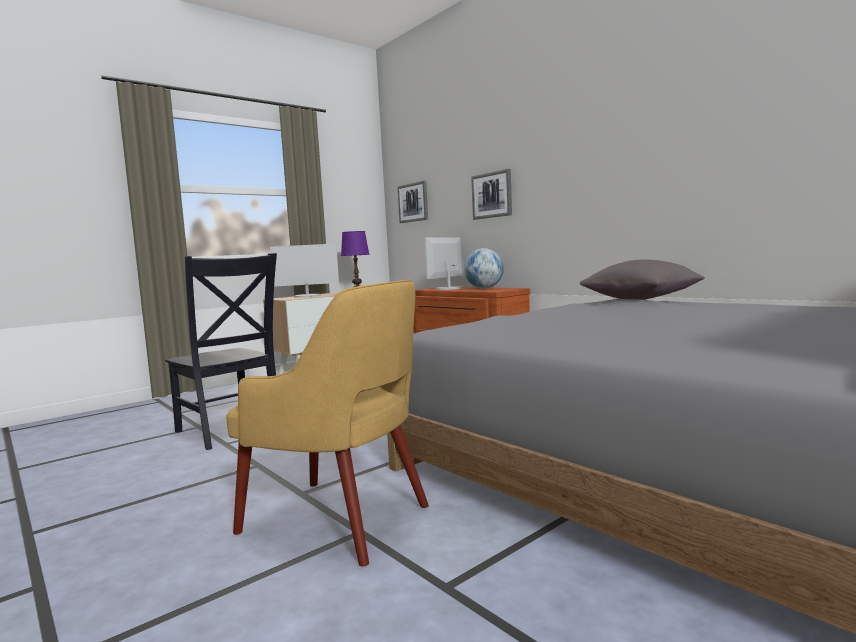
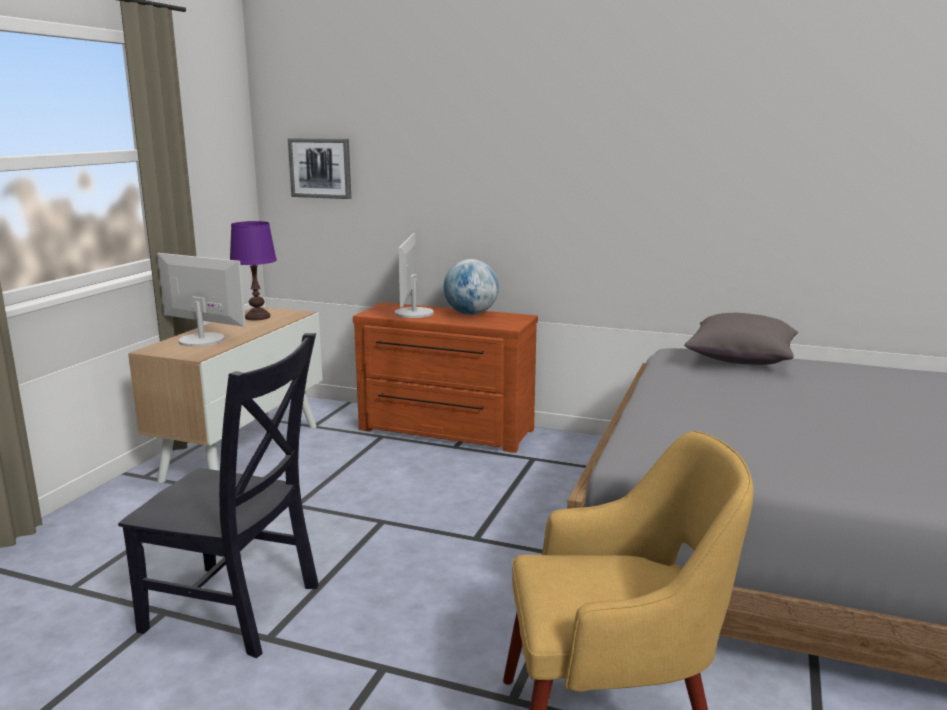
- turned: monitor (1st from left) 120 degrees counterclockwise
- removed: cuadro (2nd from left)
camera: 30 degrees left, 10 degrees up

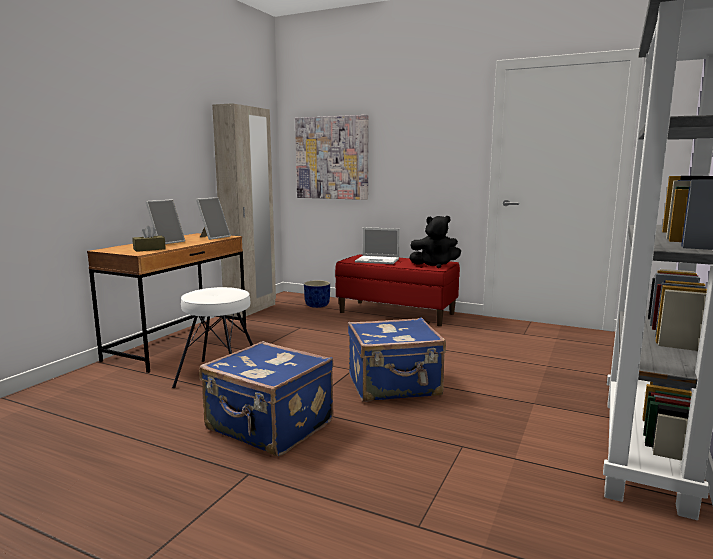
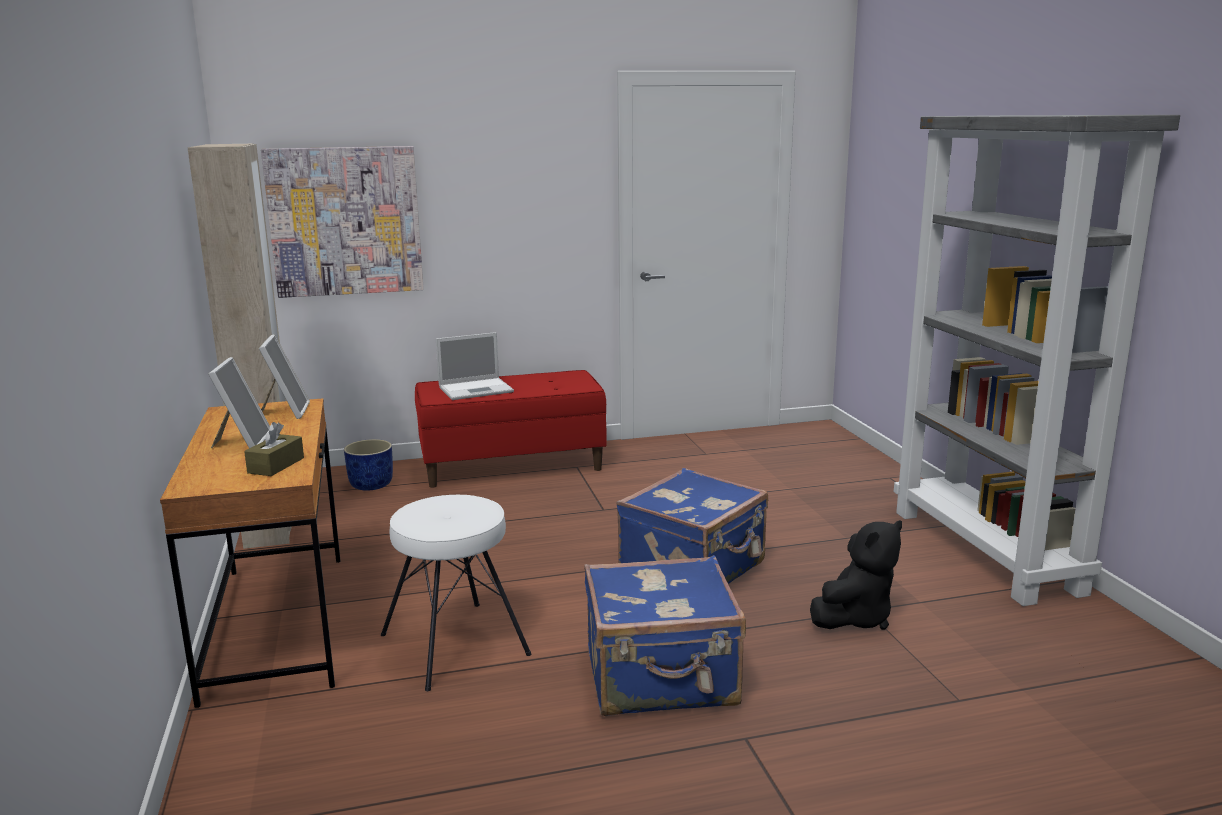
- moved: peluche [negro]
camera: 40 degrees left, 5 degrees up

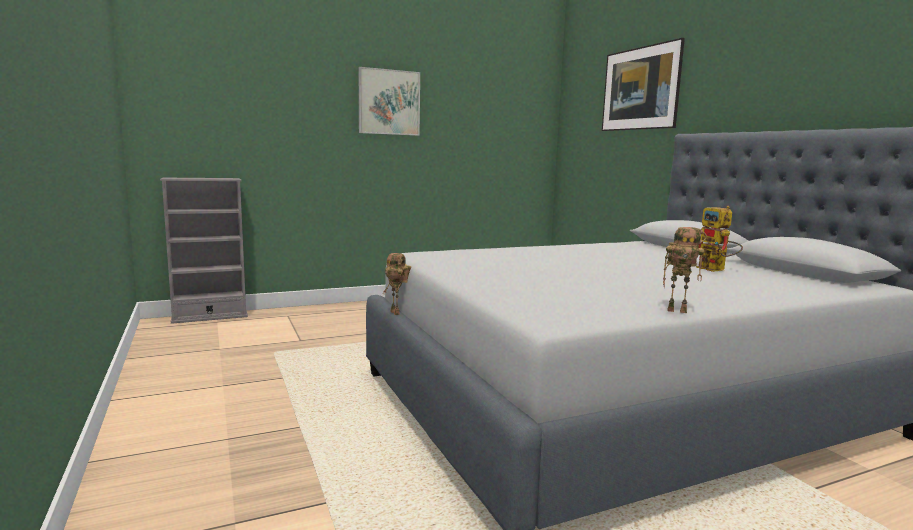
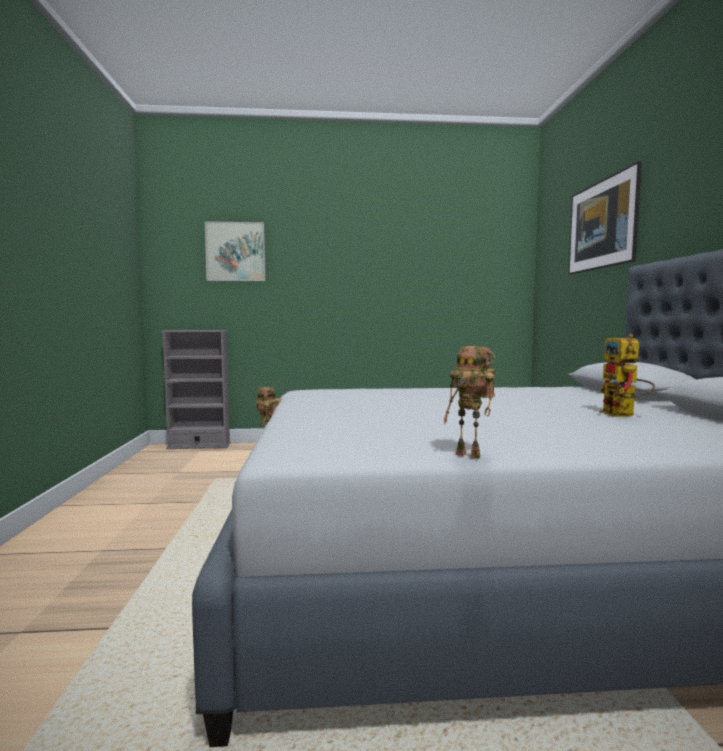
- moved: cuadro (1st from left)
camera: 20 degrees right, 5 degrees down

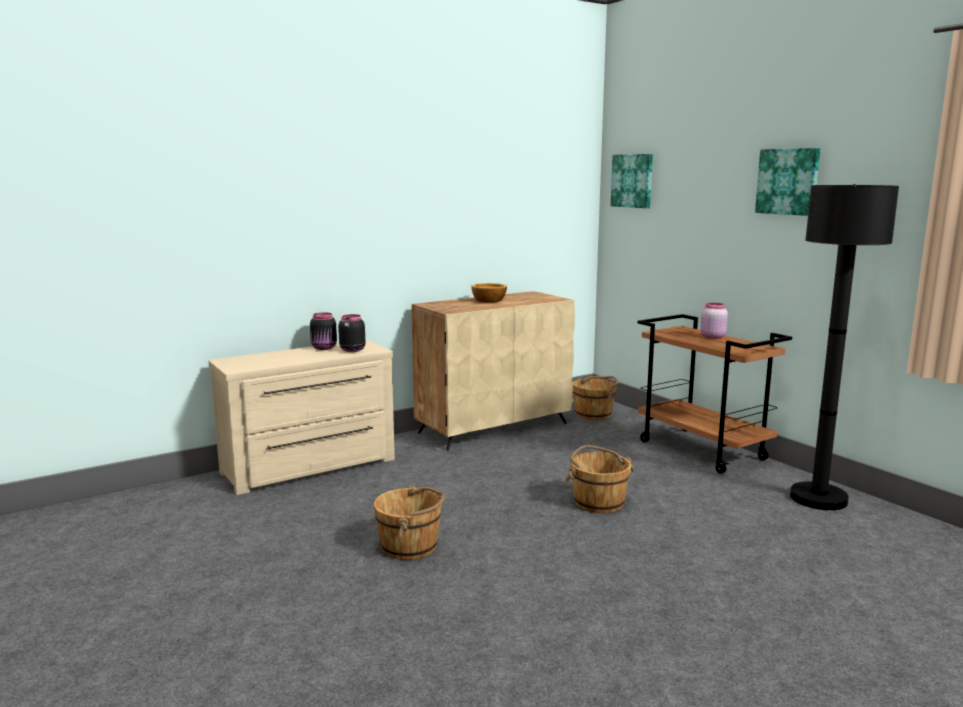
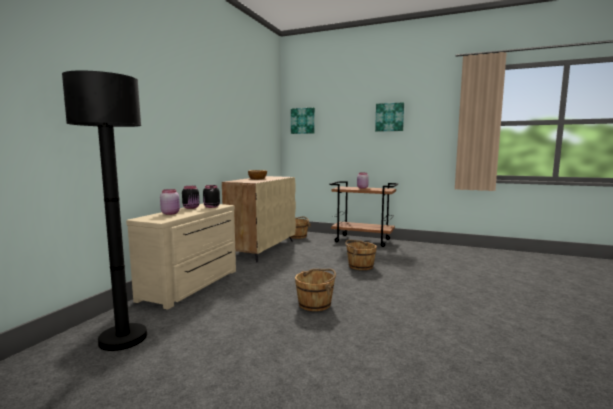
- moved: lámpara de pie [negro]
- added: tarro [rosa] (1st from left)
camera: 35 degrees left, 5 degrees down

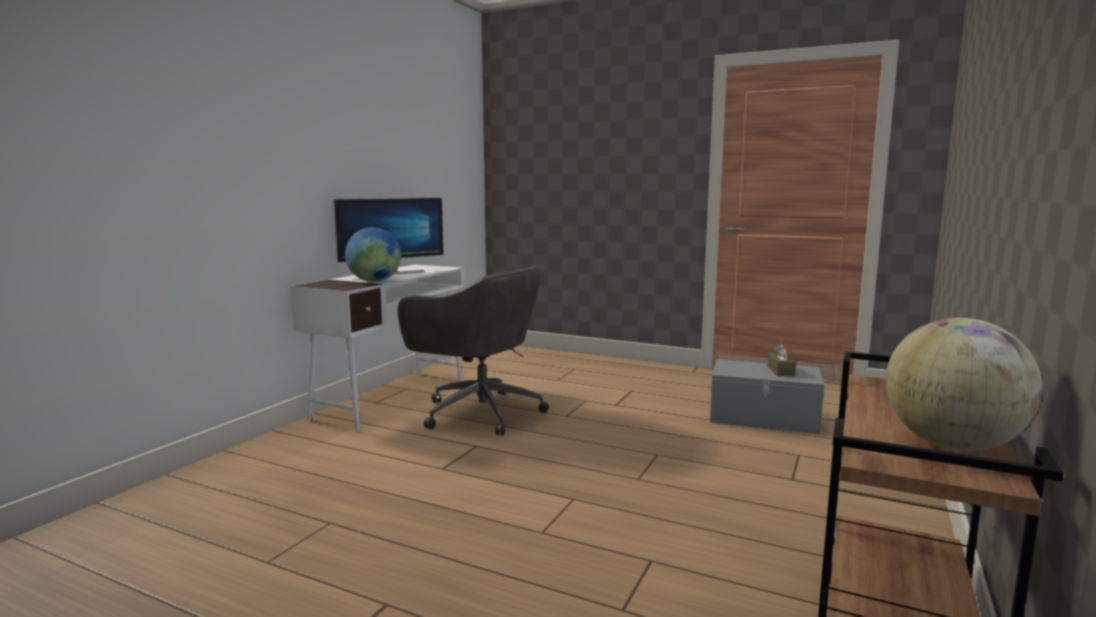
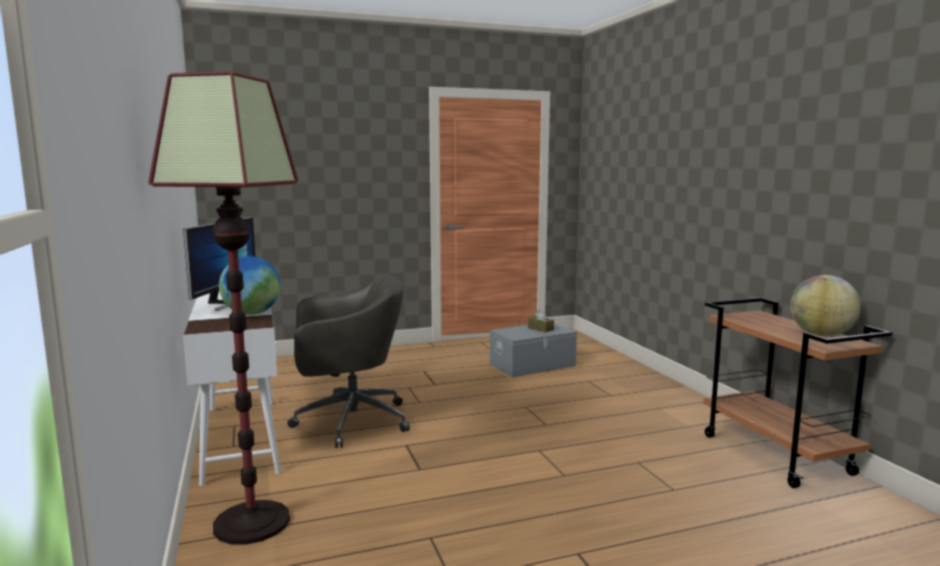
- added: lámpara de pie
camera: 45 degrees left, 0 degrees up

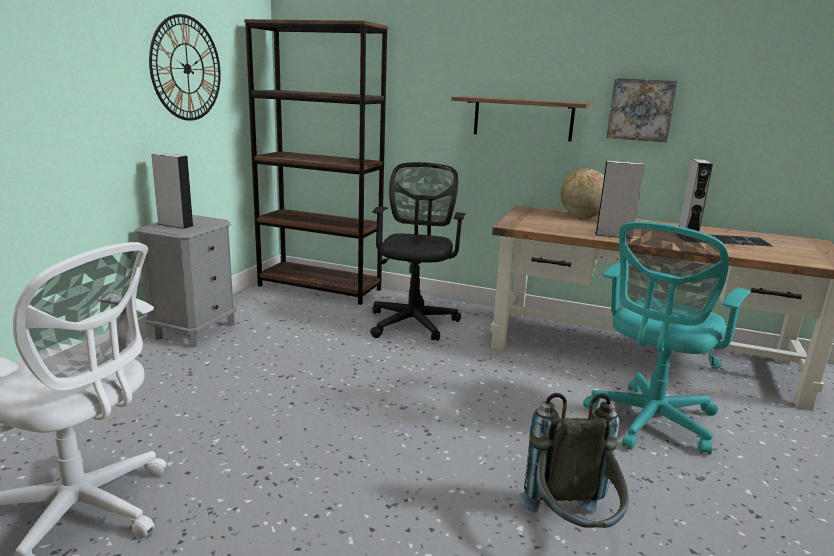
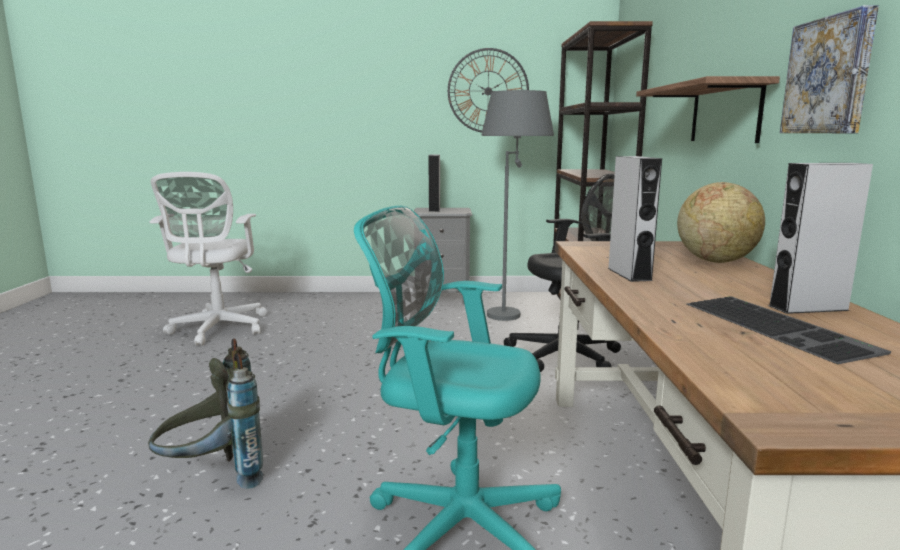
- added: lámpara de pie [gris]
camera: 70 degrees right, 5 degrees down

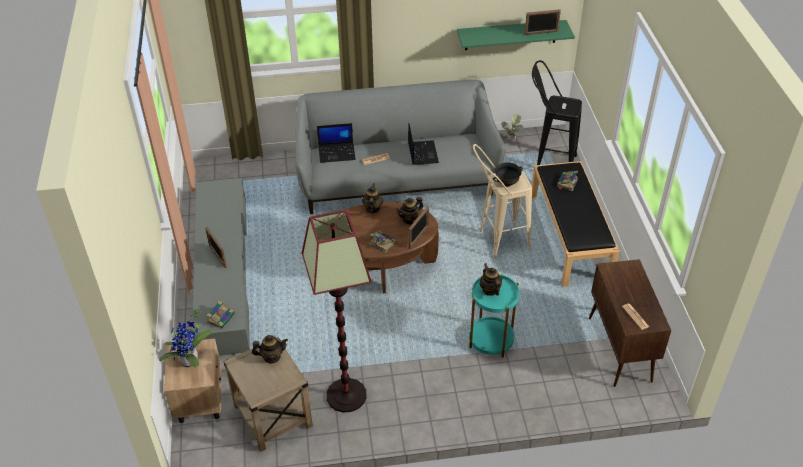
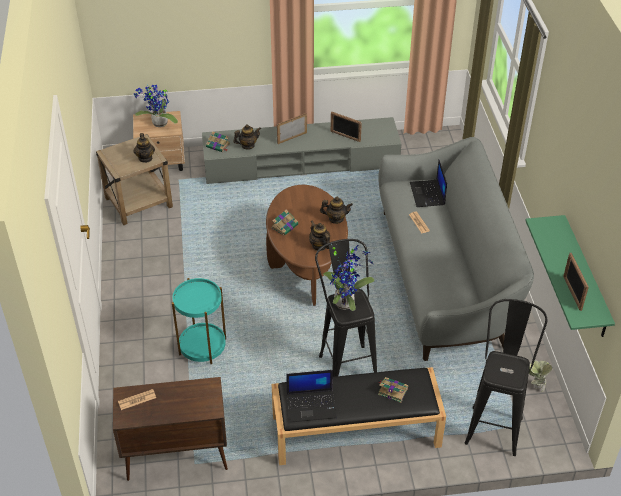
- moved: tetera (4th from left in the first image) to tetera (2nd from left)
- moved: portátil (2nd from left in the first image) to portátil (1st from left)
- recoloured: taburete [beis] to taburete [negro] (1st from left)
- replaced: cuenco [negro] to planta en maceta (2nd from left)
- moved: portarretratos (2nd from left)
- removed: lámpara de pie
camera: 90 degrees right, 0 degrees up

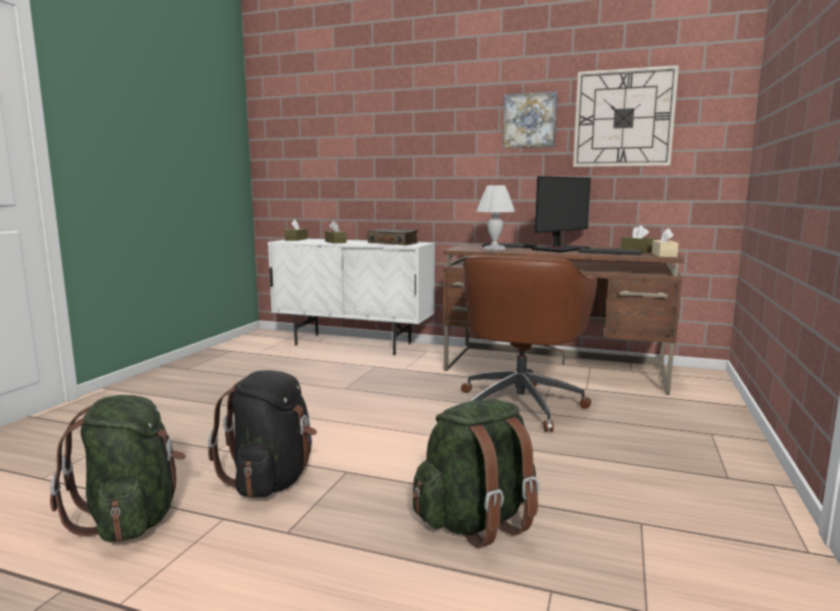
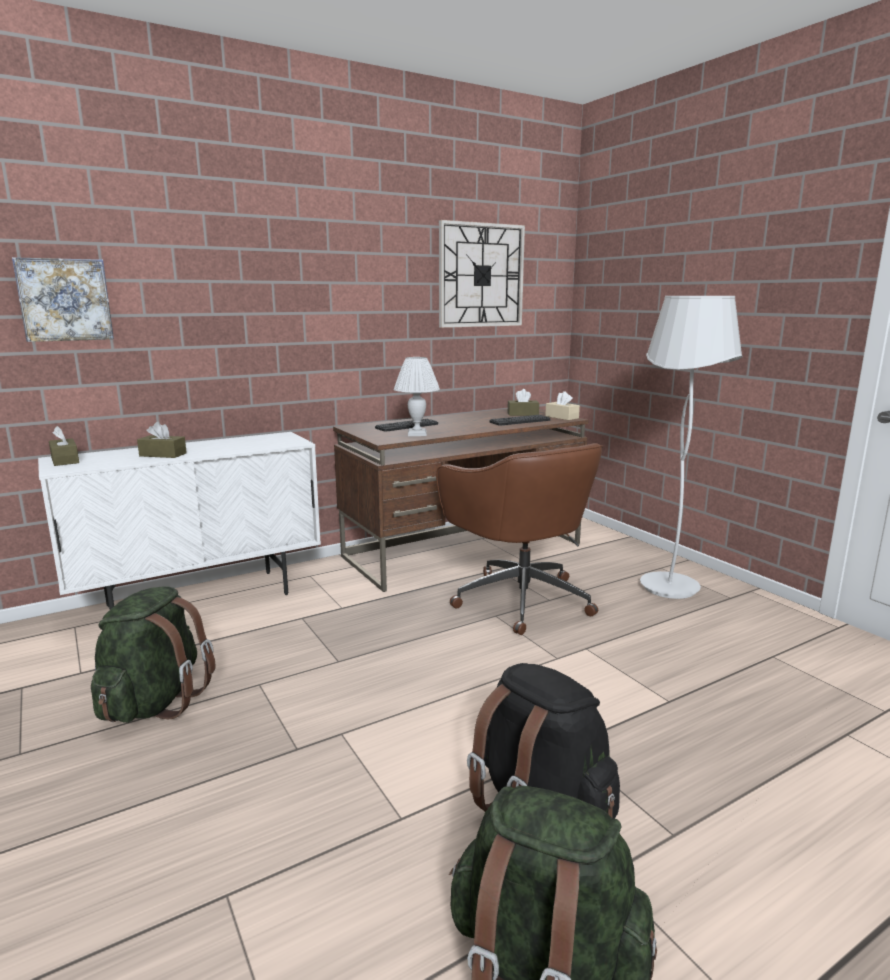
- moved: cuadro
- moved: mochila [verde] (2nd from left in the first image) to mochila [verde] (1st from left)
- added: lámpara de pie [blanco]
- removed: libro
- removed: monitor
camera: 50 degrees left, 5 degrees up

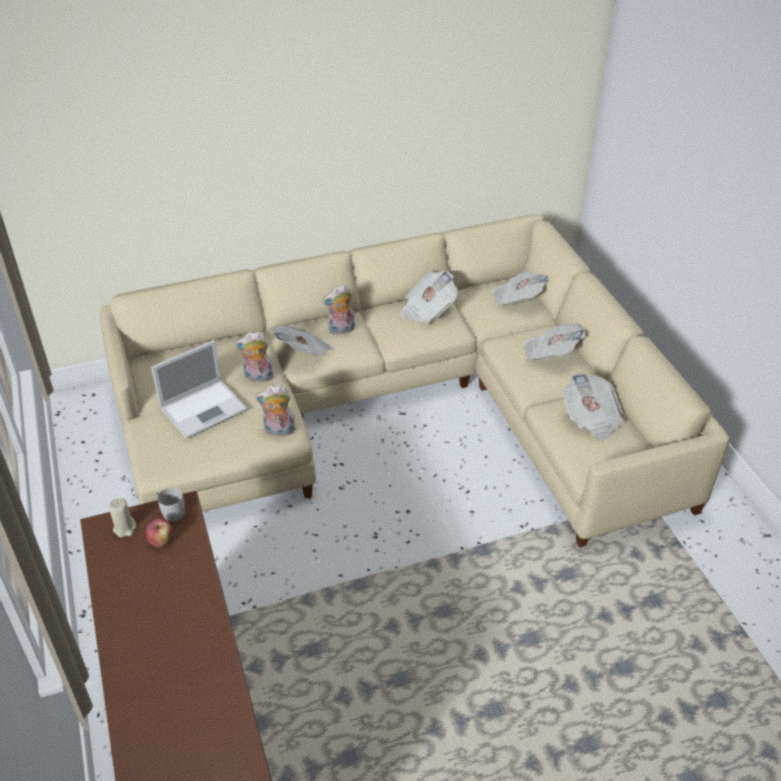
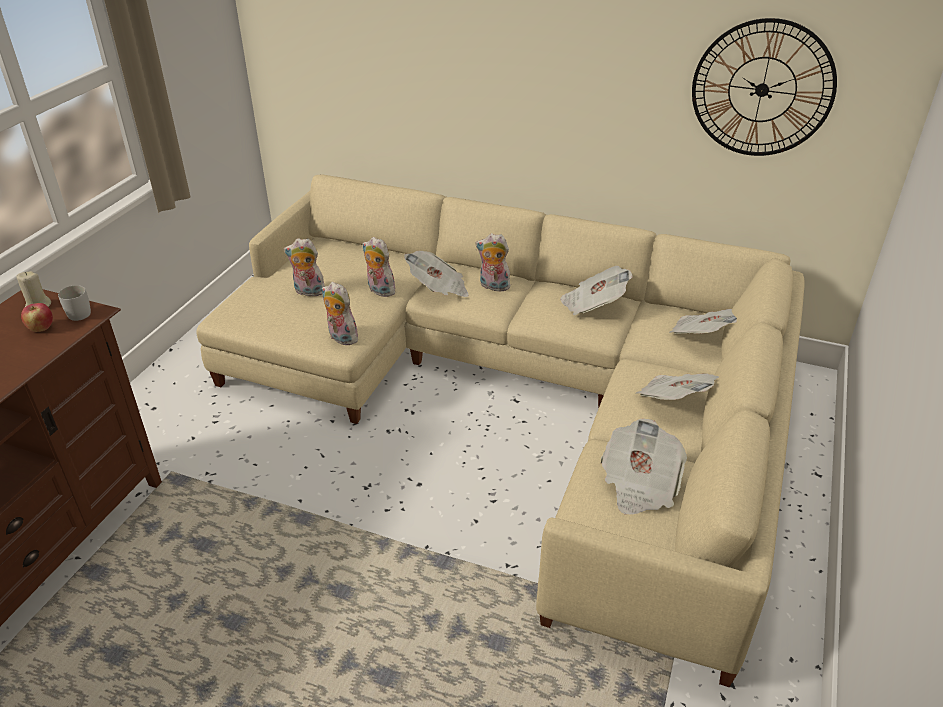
- replaced: portátil to peluche (1st from left)
- added: reloj de pared
camera: 40 degrees right, 5 degrees down

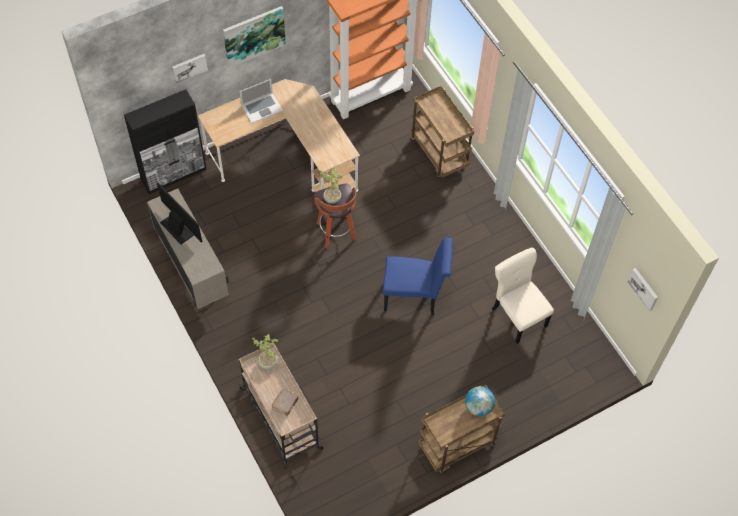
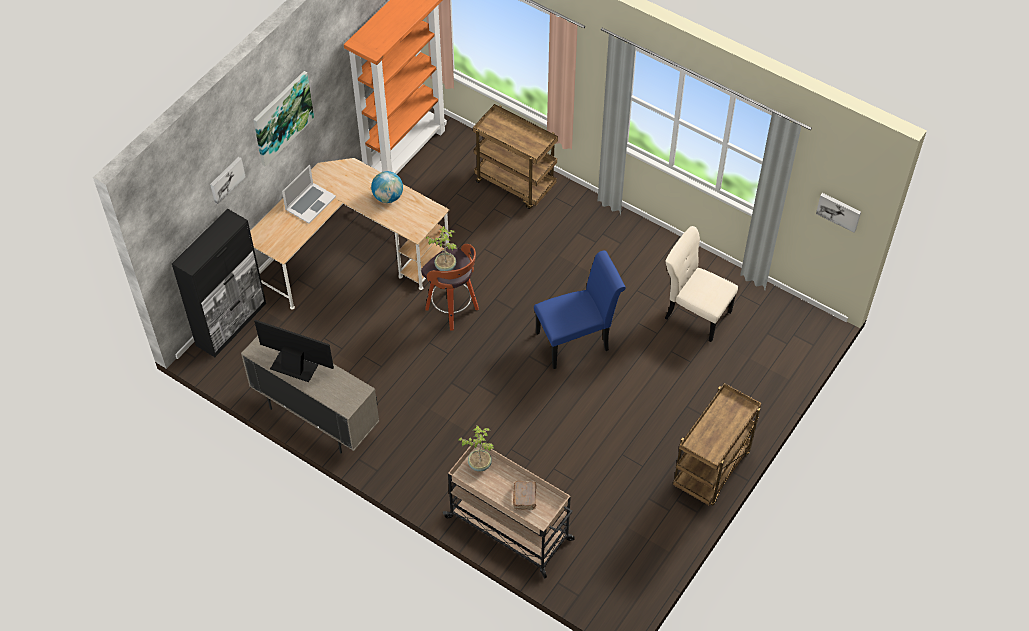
- moved: globo terráqueo
camera: 25 degrees left, 5 degrees down

